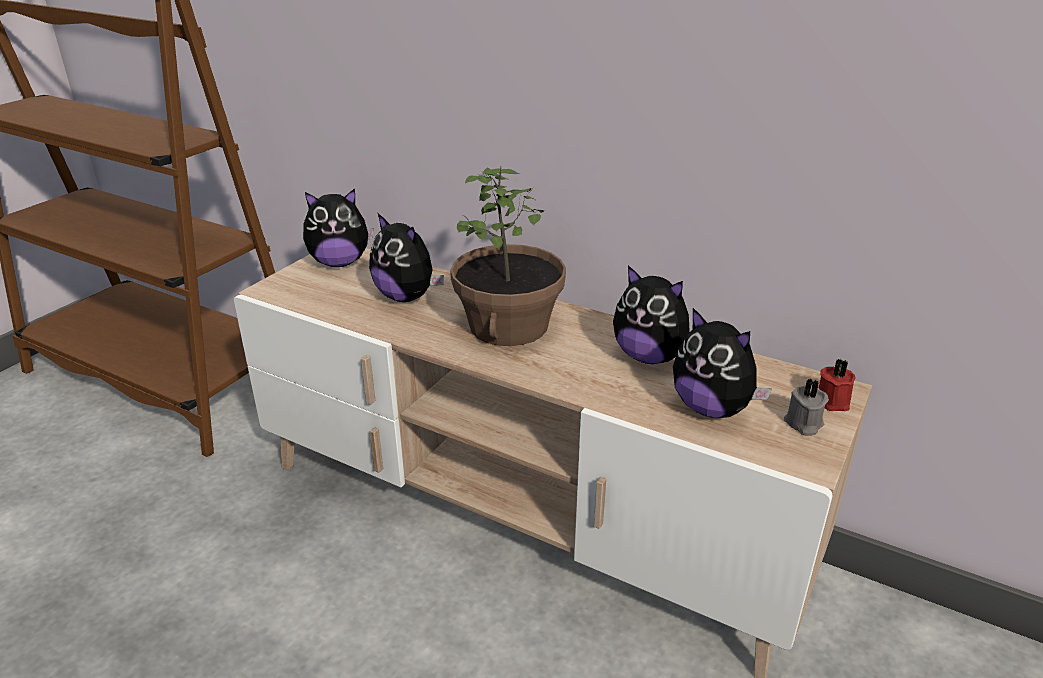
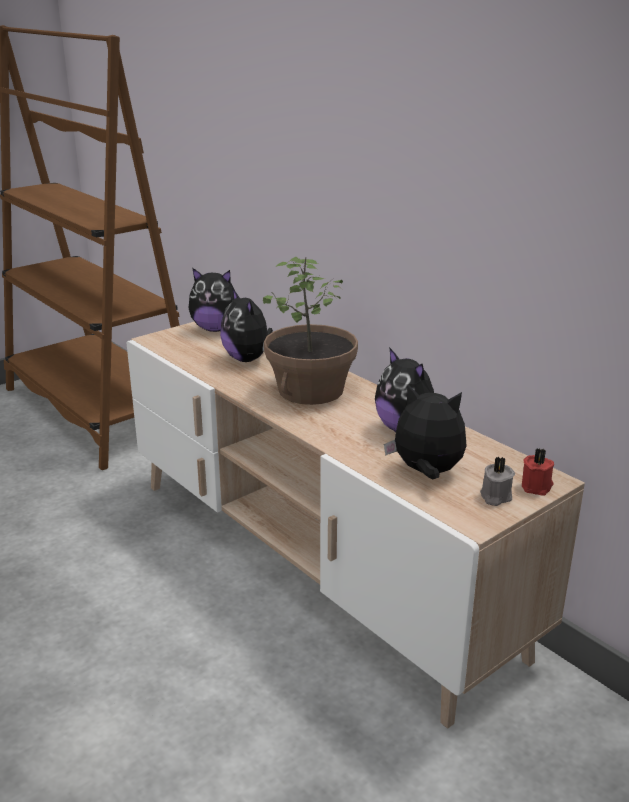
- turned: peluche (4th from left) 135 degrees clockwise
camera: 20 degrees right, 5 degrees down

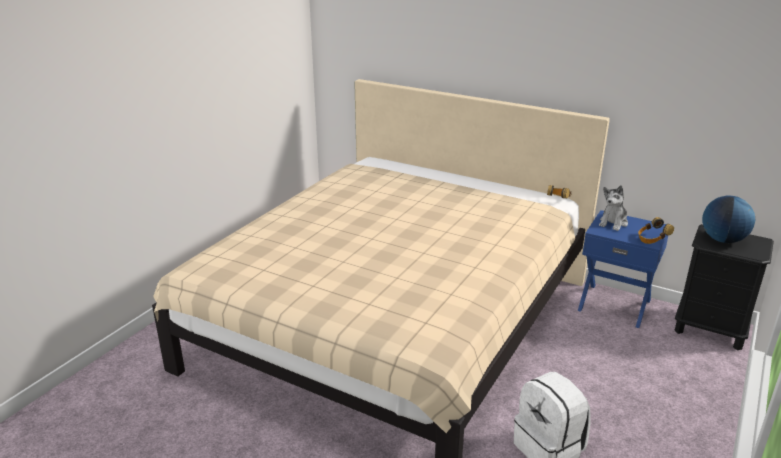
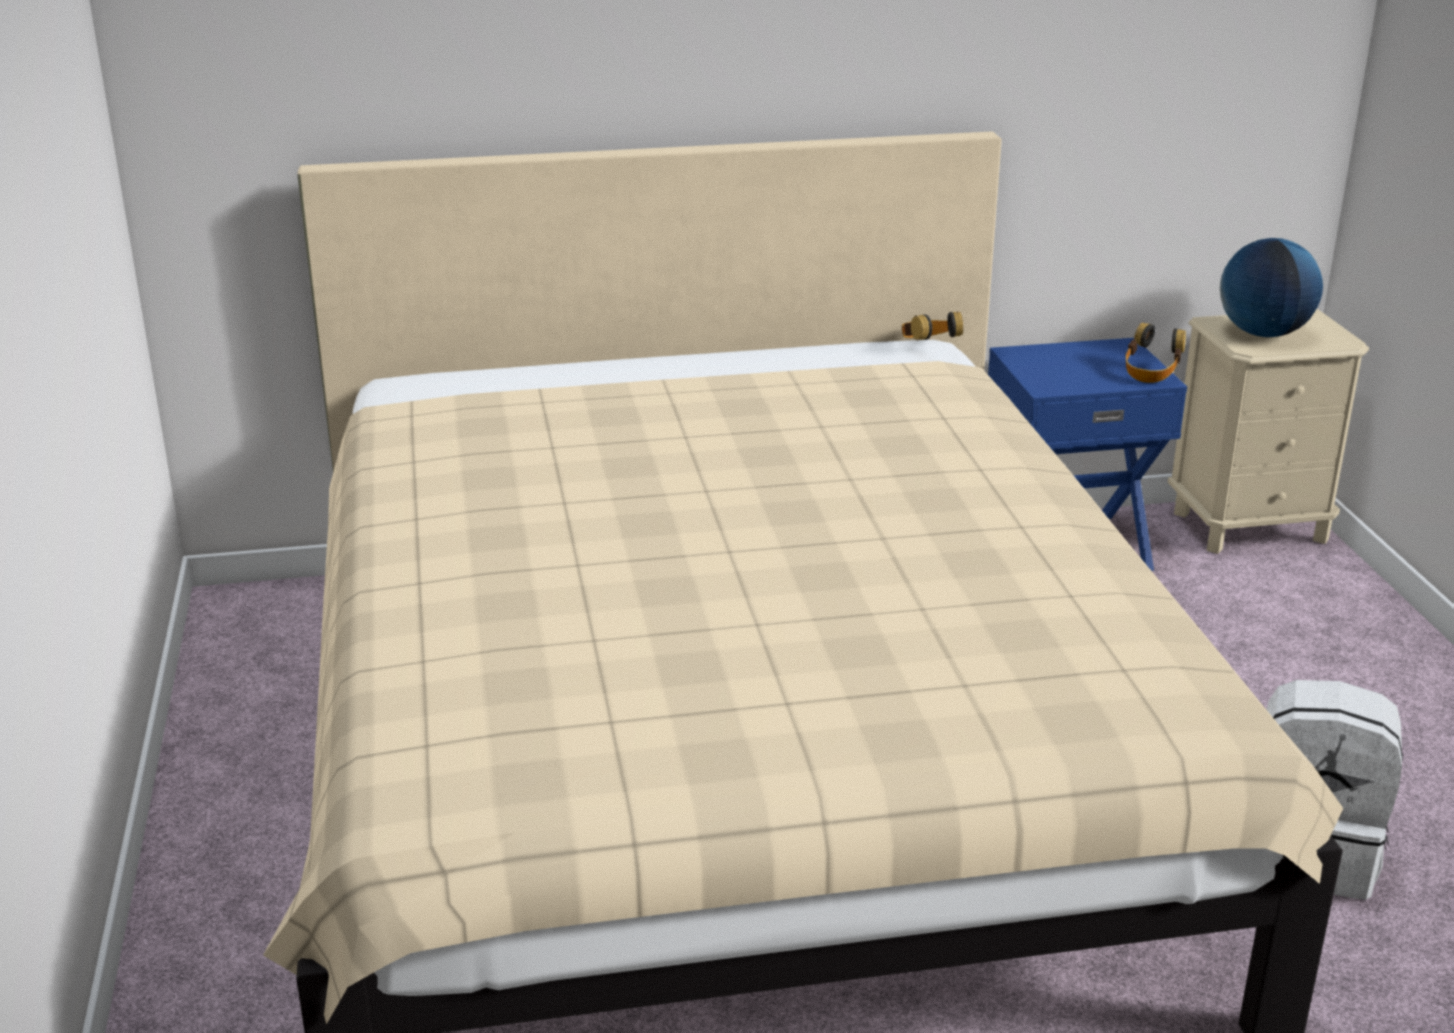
- recoloured: mesita de noche [negro] to mesita de noche [beis]
- removed: peluche
camera: 40 degrees left, 0 degrees up

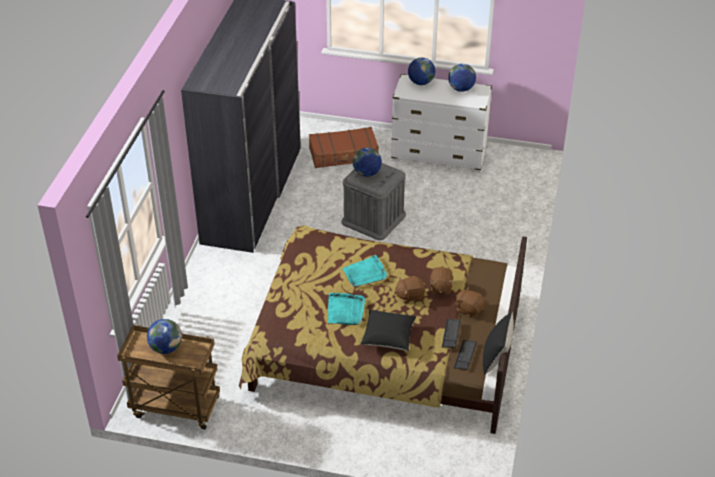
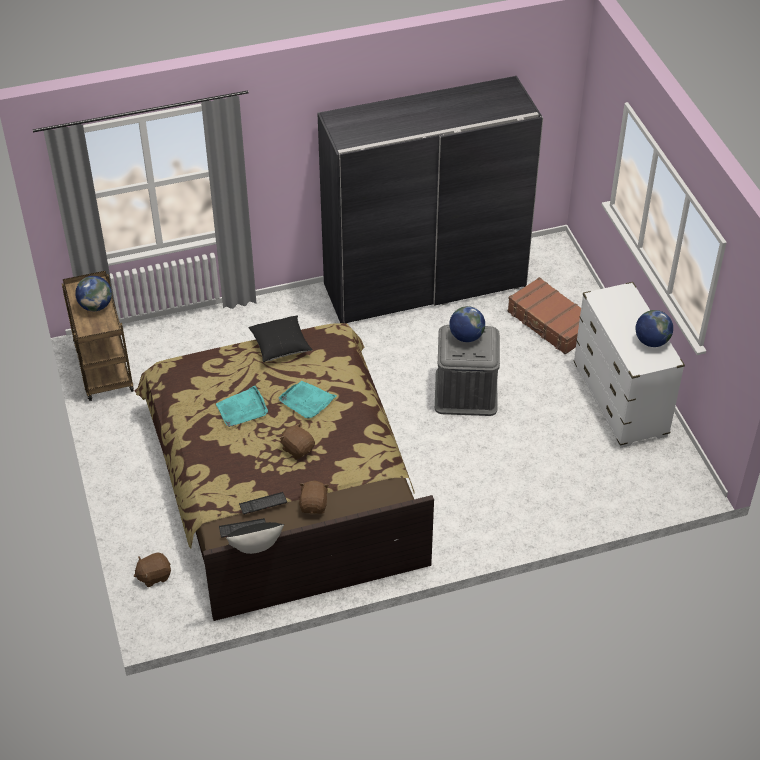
- moved: peluche [marrón] (2nd from left in the first image) to peluche [marrón] (1st from left)
- moved: cojín [negro] (1st from left in the first image) to cojín [negro] (2nd from left)
- removed: globo terráqueo (3rd from left)
camera: 60 degrees right, 5 degrees up

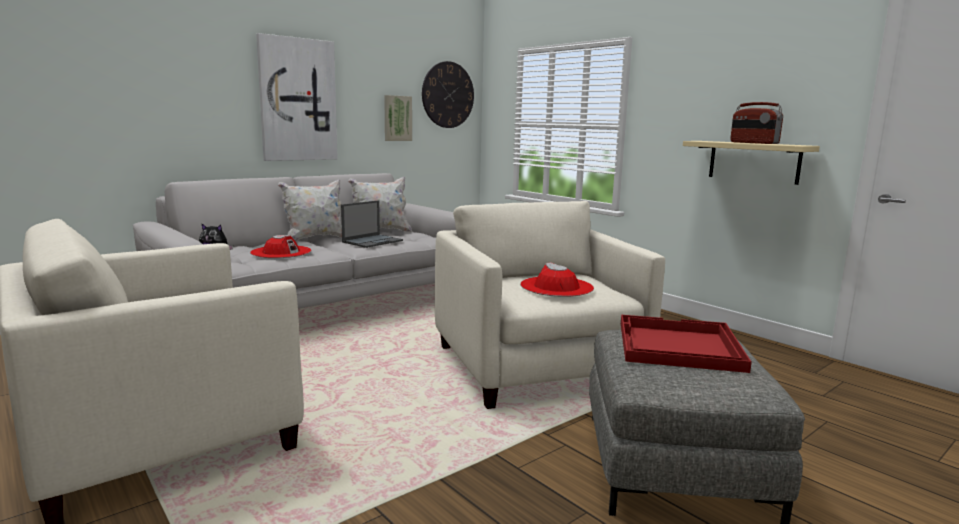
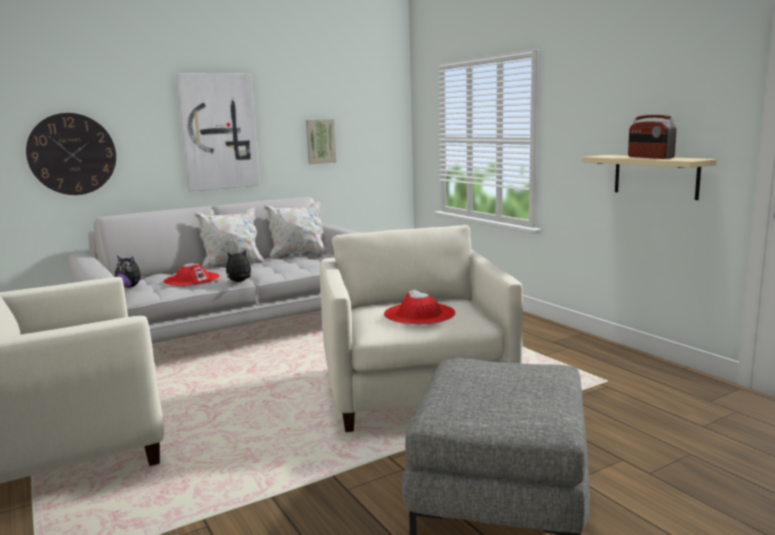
- moved: reloj de pared
- added: peluche (2nd from left)
- removed: portátil
- removed: bandeja [rojo]
camera: 10 degrees right, 0 degrees up

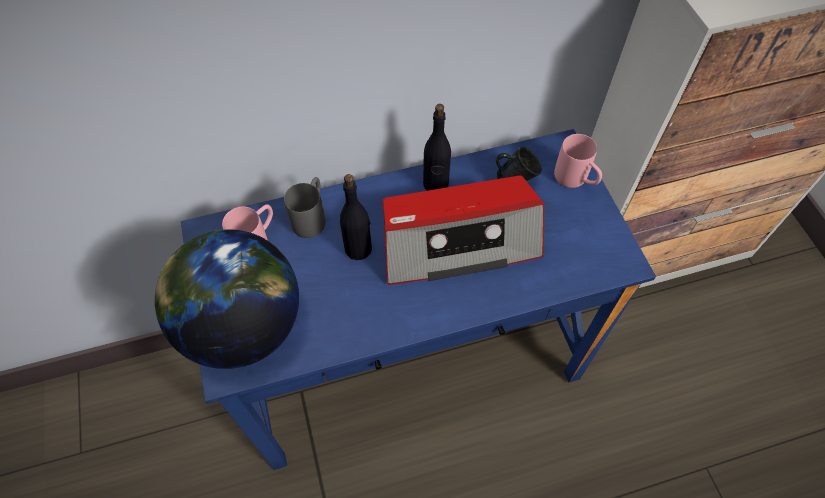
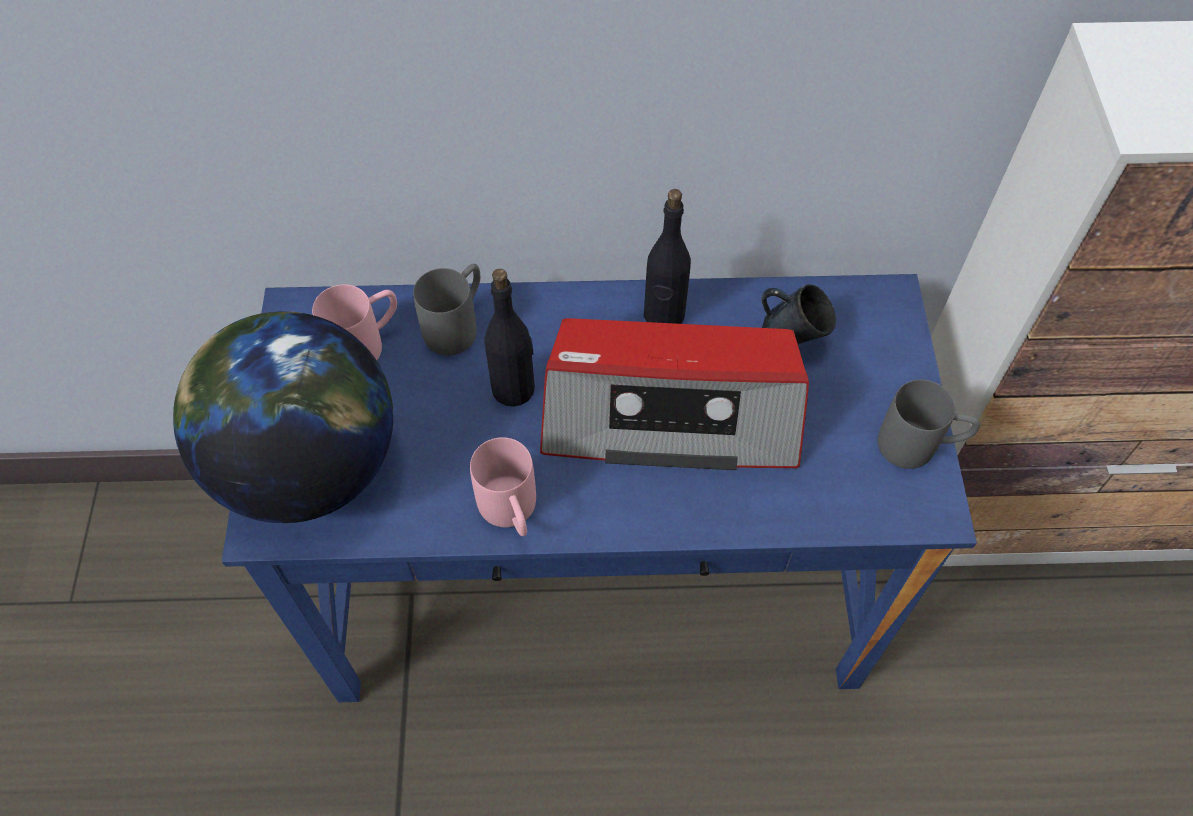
- moved: taza grande [rosa] (2nd from left)
- added: taza grande [gris] (2nd from left)
camera: 15 degrees right, 0 degrees up

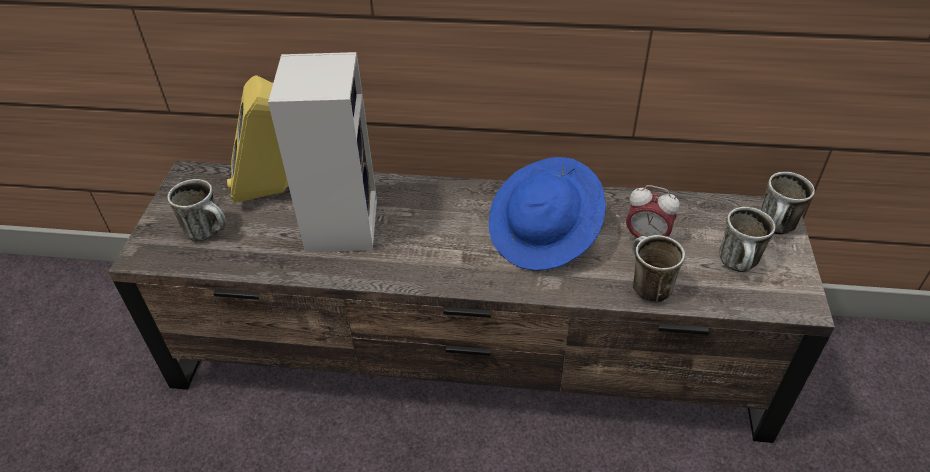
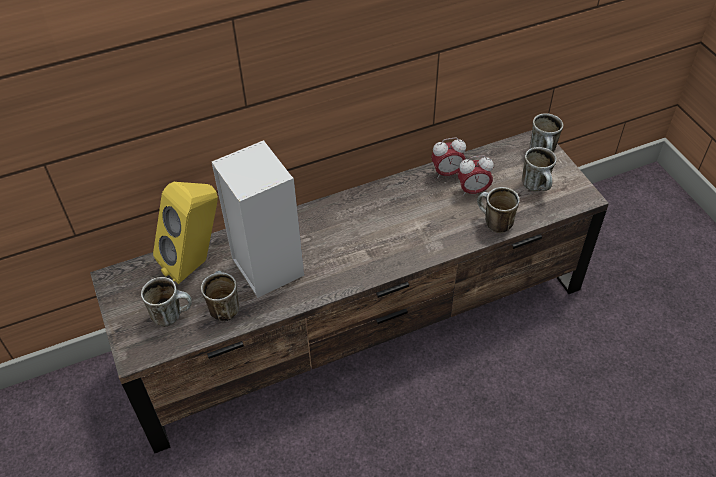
- added: taza grande (2nd from left)
- added: despertador (1st from left)
- removed: sombrero [azul]
camera: 30 degrees left, 5 degrees up

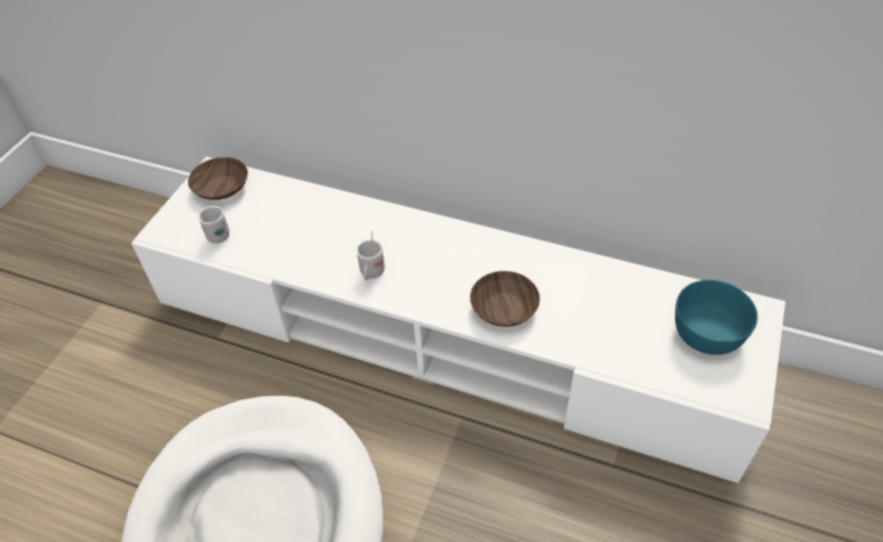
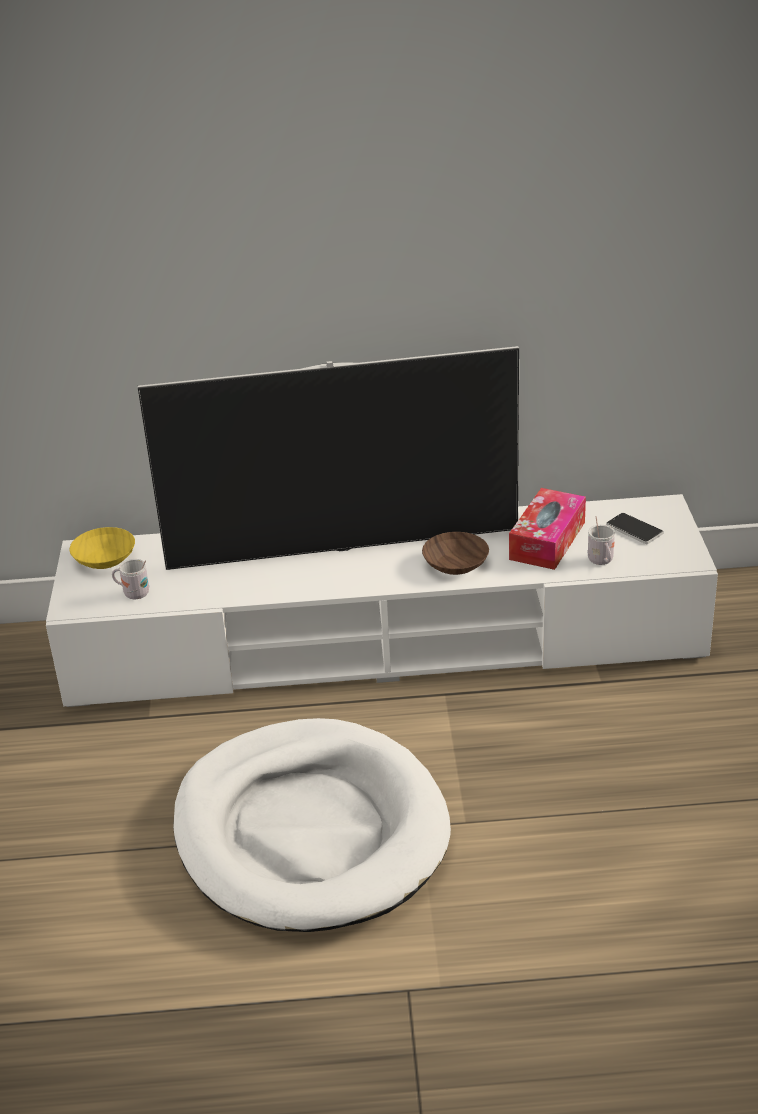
- recoloured: cuenco [marrón] (1st from left) to cuenco [amarillo]
- added: televisor
- added: caja de pañuelos
- moved: taza grande [blanco] (2nd from left)
- replaced: cuenco [turquesa] to móvil
camera: 25 degrees left, 15 degrees down

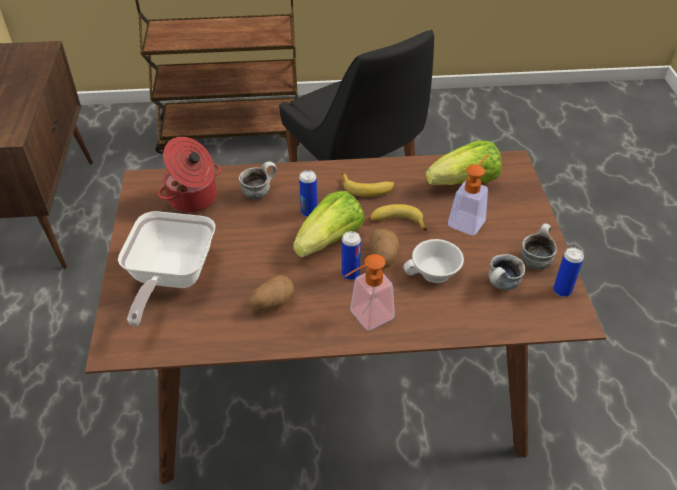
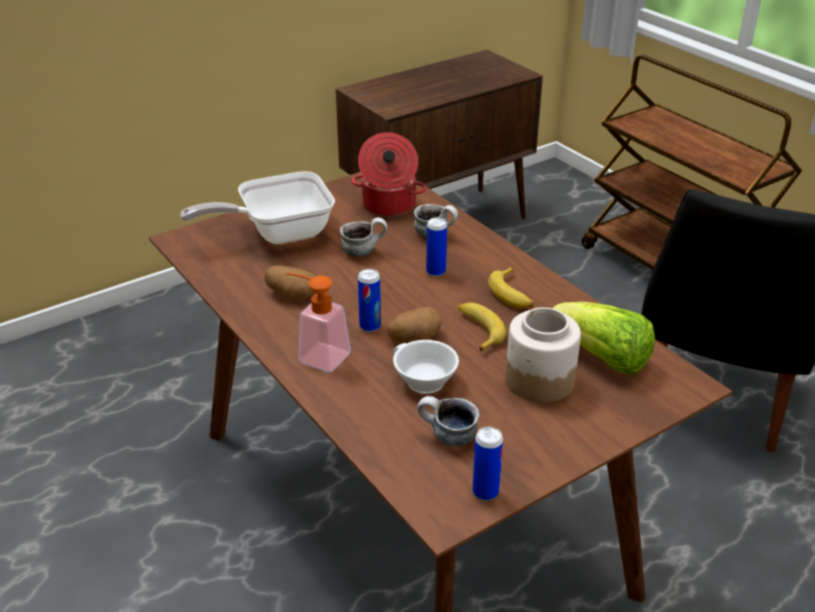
- moved: taza grande (3rd from left in the first image) to taza grande (1st from left)
- replaced: dispensador de jabón (2nd from left) to tarro
- removed: lechuga (1st from left)
camera: 60 degrees right, 10 degrees down

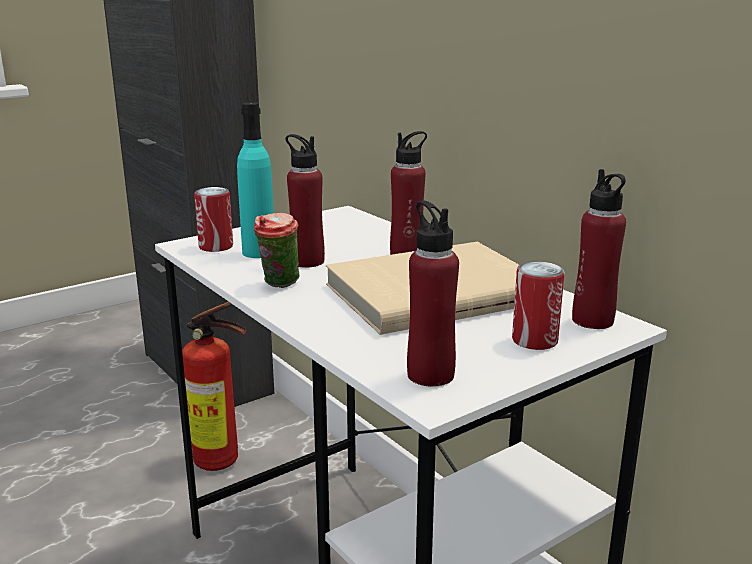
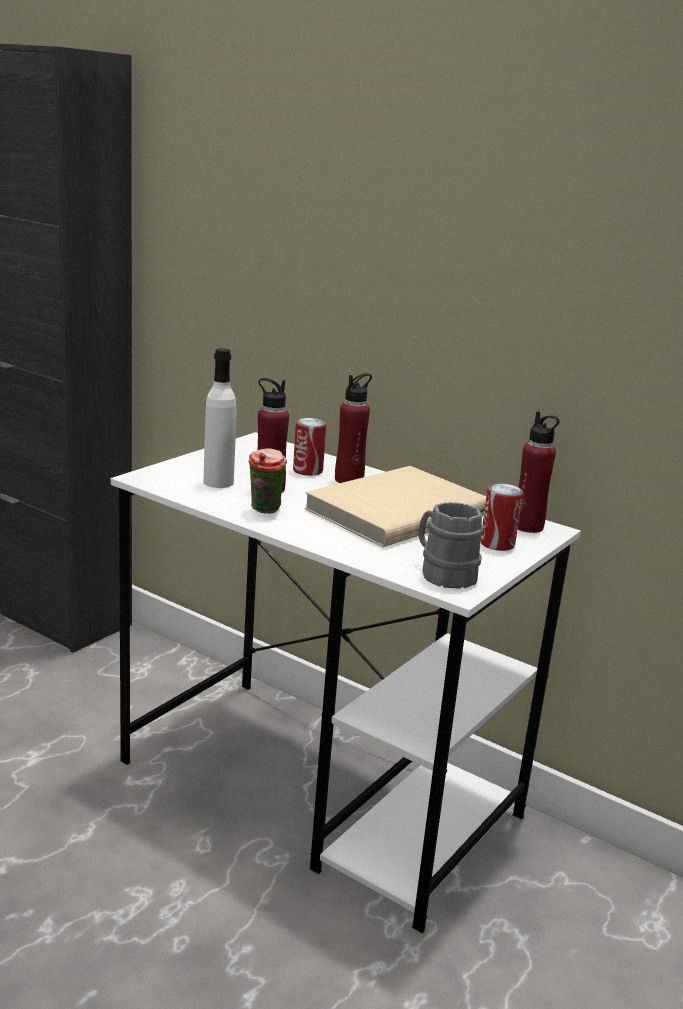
- recoloured: botella [turquesa] to botella [blanco]
- moved: lata (1st from left)
- replaced: botella [rojo] (3rd from left) to taza grande [gris]
- removed: extintor
camera: 20 degrees left, 0 degrees up

